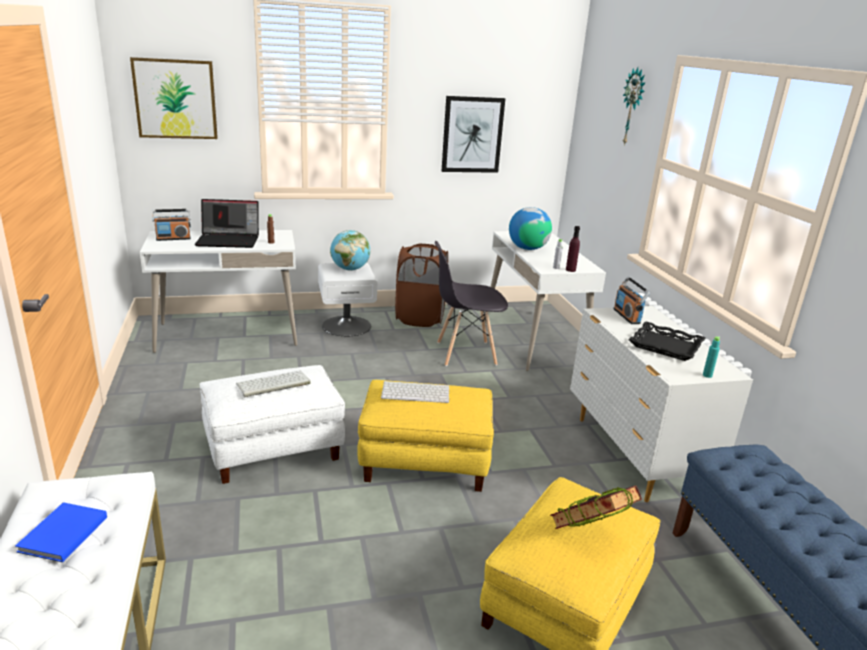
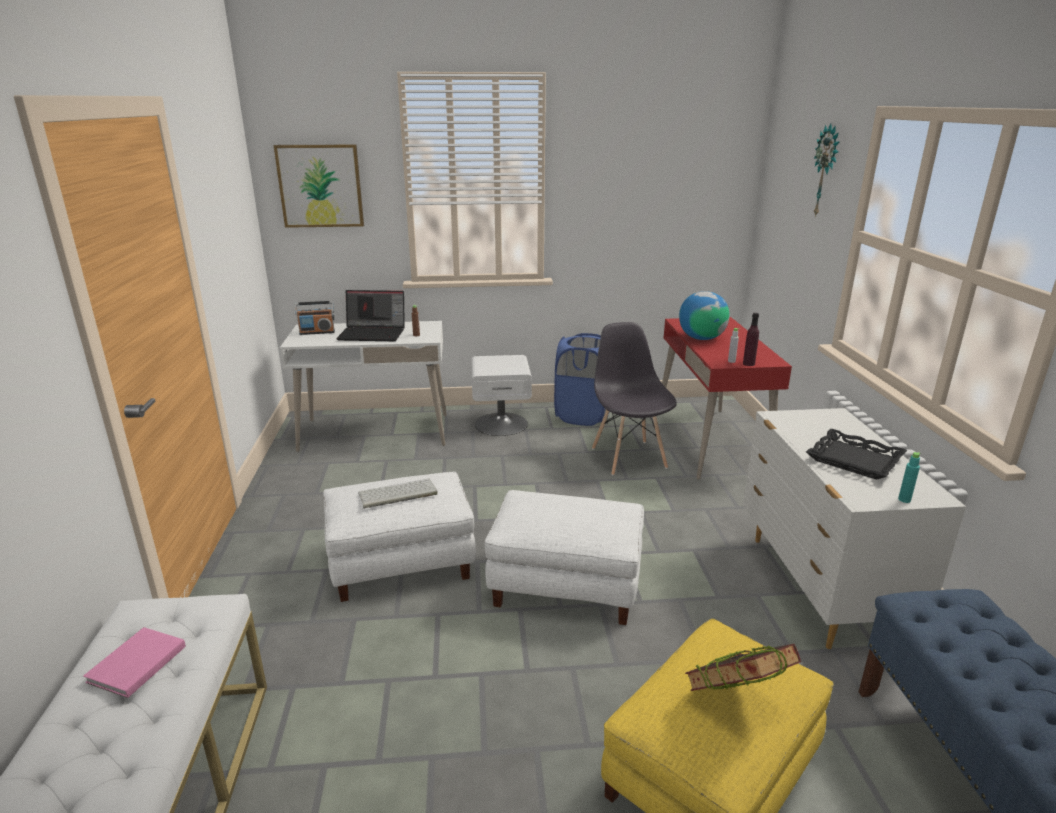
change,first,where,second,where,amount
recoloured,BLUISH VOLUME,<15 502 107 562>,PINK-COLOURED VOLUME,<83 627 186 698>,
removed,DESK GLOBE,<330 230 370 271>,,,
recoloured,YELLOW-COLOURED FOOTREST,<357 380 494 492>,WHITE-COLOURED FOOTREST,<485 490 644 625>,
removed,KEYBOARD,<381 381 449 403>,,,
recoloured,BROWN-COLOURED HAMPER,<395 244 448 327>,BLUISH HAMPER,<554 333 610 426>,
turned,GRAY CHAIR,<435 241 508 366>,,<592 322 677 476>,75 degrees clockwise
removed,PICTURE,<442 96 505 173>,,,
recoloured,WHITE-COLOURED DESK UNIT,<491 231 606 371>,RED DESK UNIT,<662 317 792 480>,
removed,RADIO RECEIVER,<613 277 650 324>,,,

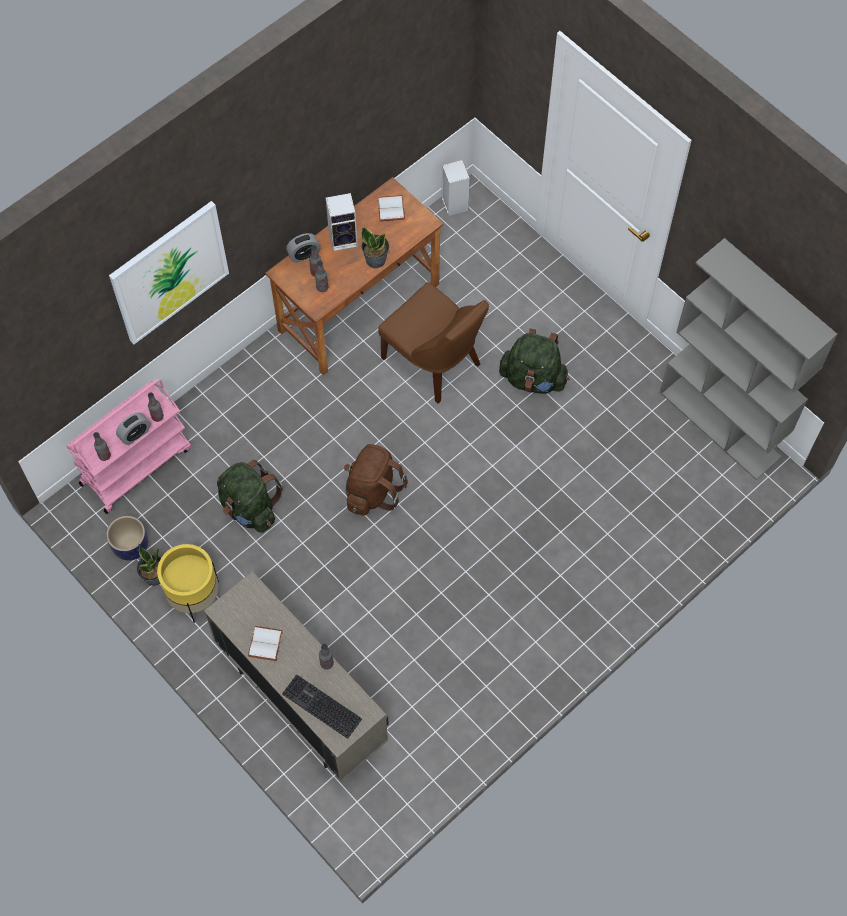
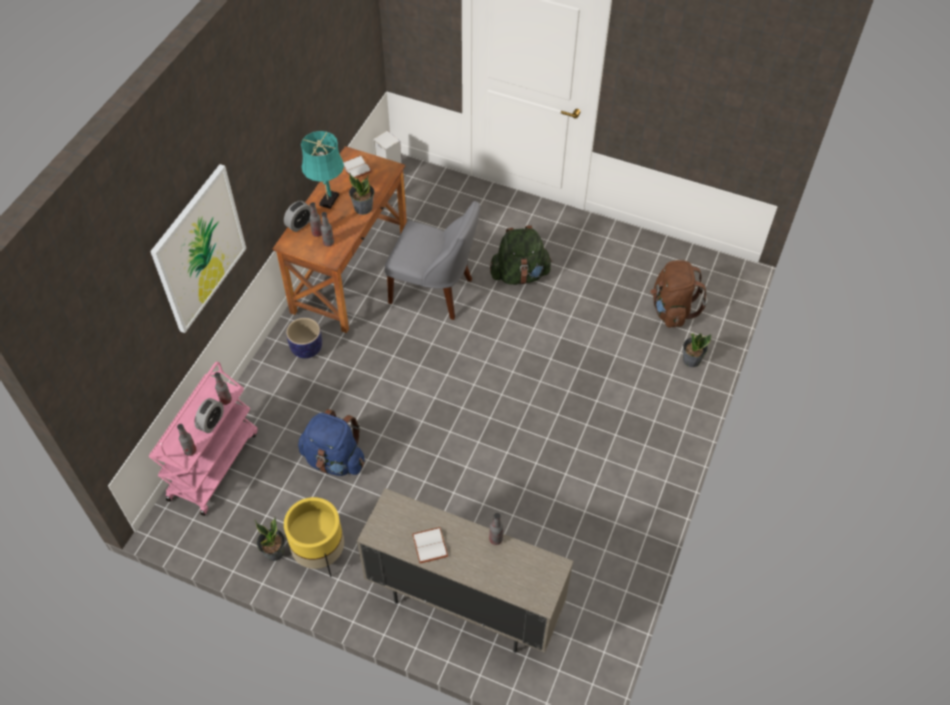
change,first,where,second,where,amount
moved,PLANTER,<106 516 148 561>,,<286 318 322 359>,
recoloured,GREEN-COLOURED RUCKSACK,<217 460 283 533>,BLUISH RUCKSACK,<298 409 365 476>,
removed,KEYBOARD,<282 674 362 739>,,,
replaced,SPEAKER,<326 193 358 251>,TURQUOISE LAMP FOR A TABLE,<301 131 344 209>,
moved,BROWN-COLOURED RUCKSACK,<344 444 408 515>,,<650 260 707 328>,
recoloured,BROWN-COLOURED CHAIR,<378 282 489 404>,GRAY CHAIR,<385 201 480 320>,
removed,GRAY SHELVING UNIT,<660 238 837 480>,,,
added,,,HOUSEPLANT,<683 333 712 368>,

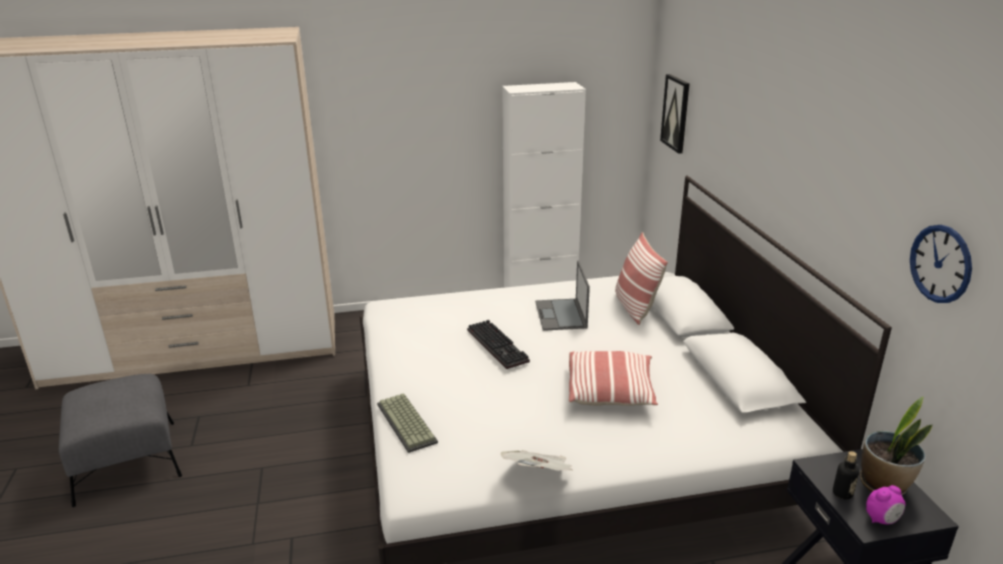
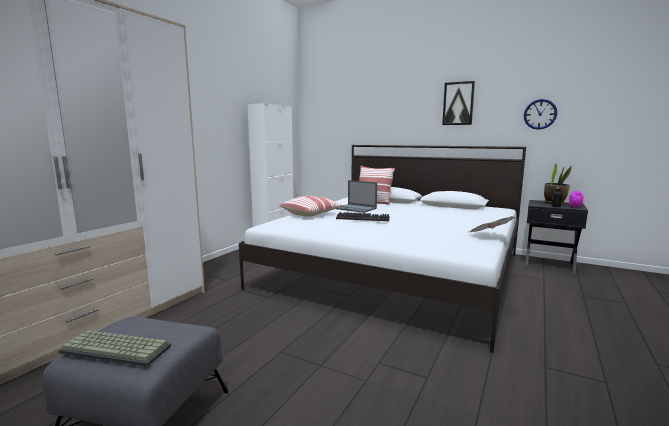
change,first,where,second,where,amount
moved,KEYBOARD,<377 393 438 453>,,<59 330 171 367>,
moved,CUSHION,<569 351 658 406>,,<279 196 342 217>,
moved,PICTURE,<660 74 690 154>,,<442 81 475 125>,

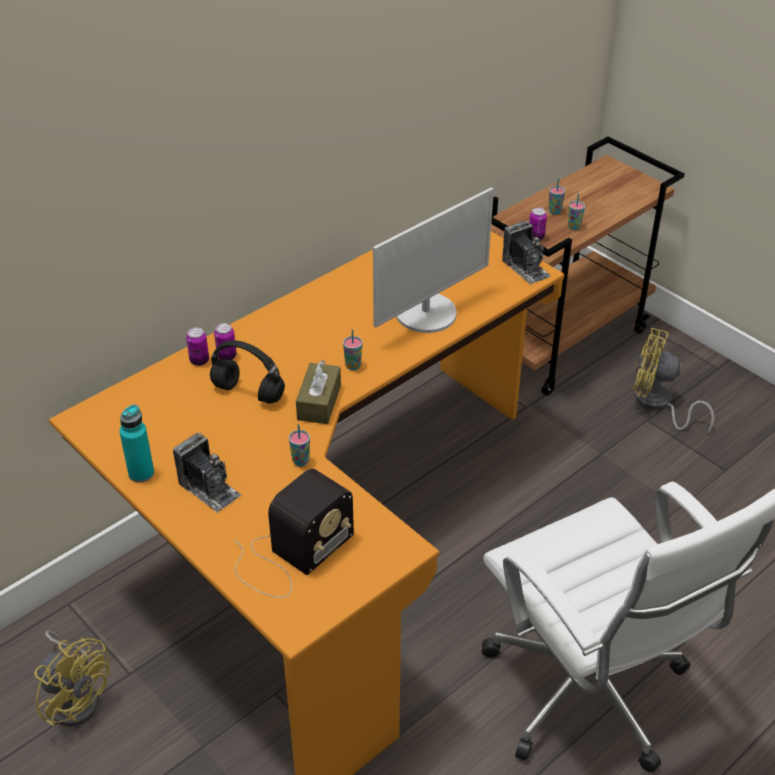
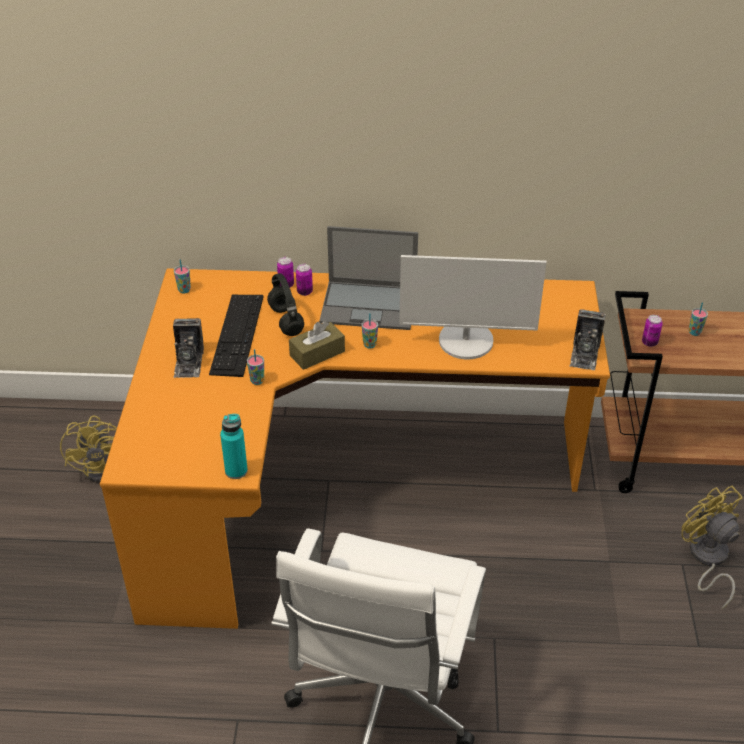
change,first,where,second,where,amount
moved,TURQUOISE BEVERAGE BOTTLE,<119 404 154 482>,,<220 414 248 479>,
removed,RADIO RECEIVER,<235 469 354 598>,,,
moved,SMALL CUP,<568 193 585 230>,,<174 259 191 293>,
added,,,KEYBOARD,<209 295 263 377>,
added,,,NOTEBOOK COMPUTER,<319 226 418 330>,

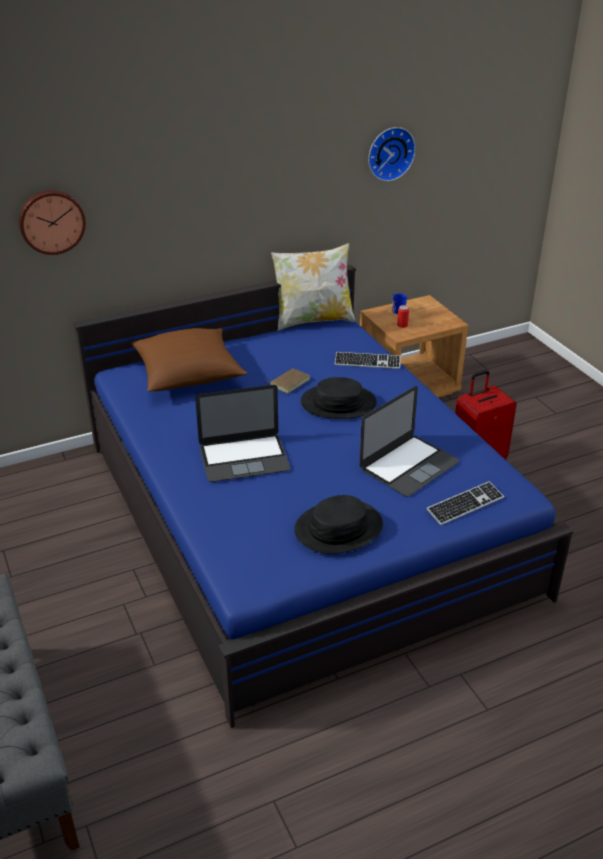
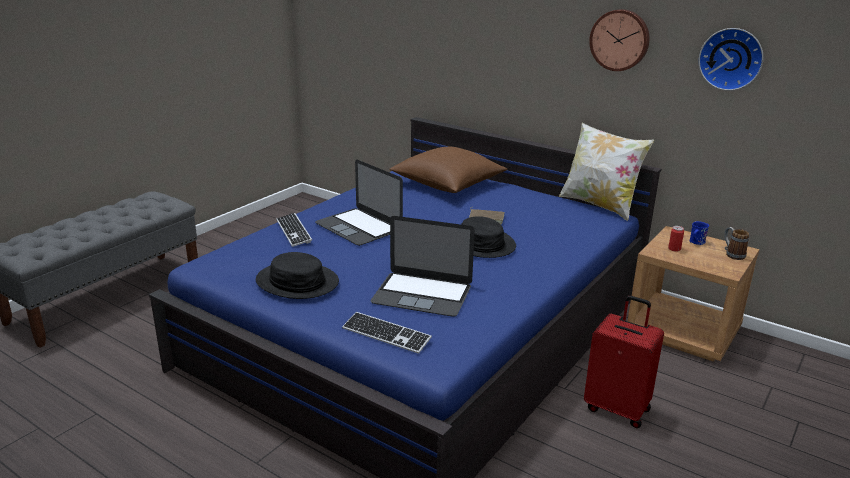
change,first,where,second,where,amount
moved,WALL CLOCK,<19 190 86 255>,,<589 9 649 71>,
moved,KEYBOARD,<335 352 401 369>,,<276 213 312 247>,
added,,,COFFEE MUG,<724 227 749 260>,

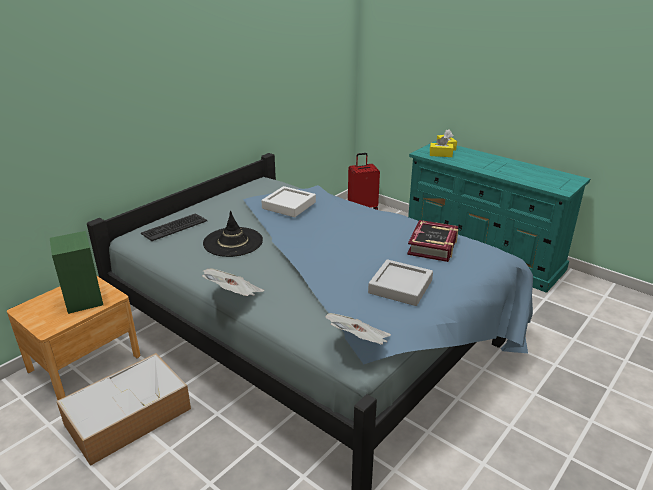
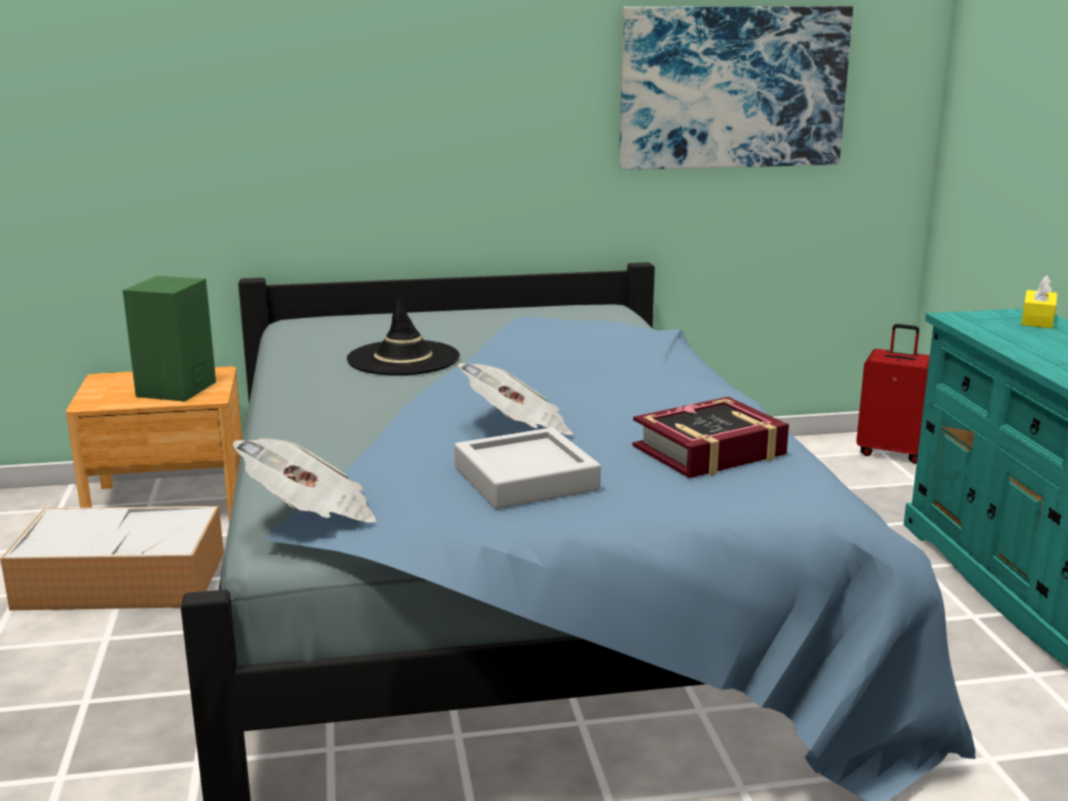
change,first,where,second,where,amount
removed,KEYBOARD,<141 213 208 241>,,,
moved,DAILY PAPER,<202 268 264 296>,,<458 363 574 435>,
removed,WHITE-COLOURED CARRYING TRAY,<261 186 316 217>,,,
removed,YELLOW-COLOURED TISSUE BOX,<430 137 453 157>,,,
added,,,PICTURE,<619 6 853 170>,

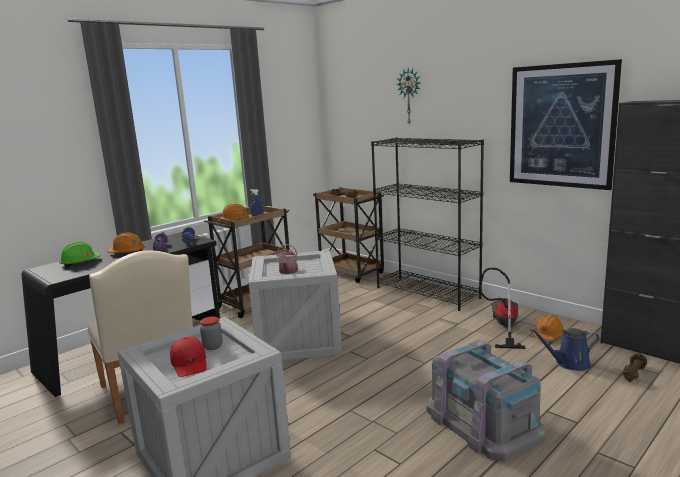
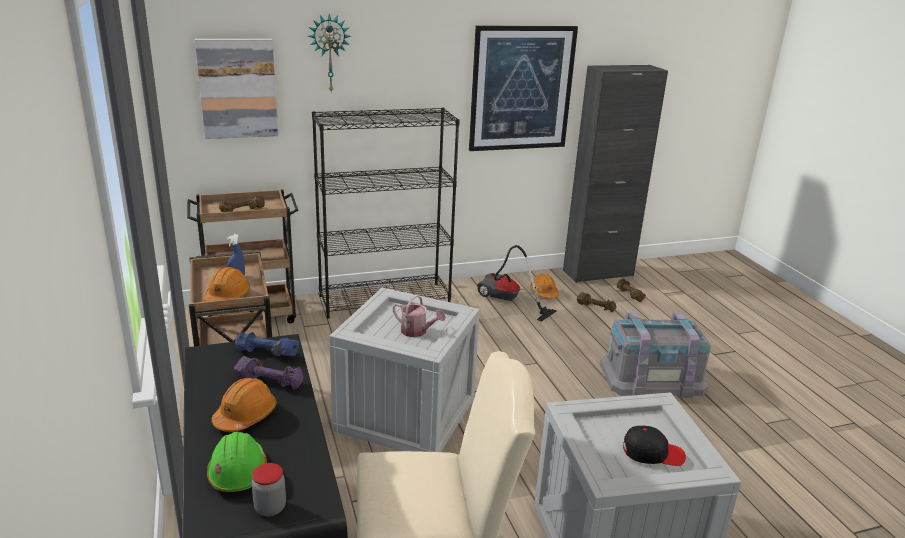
change,first,where,second,where,amount
recoloured,RED CAP,<170 337 207 377>,BLACK-COLOURED CAP,<623 425 686 466>,
moved,STORAGE JAR,<200 317 223 350>,,<251 463 286 516>,
replaced,BLUISH WATERING CAN,<530 328 600 371>,BROWN-COLOURED DUMBBELL,<576 292 616 312>,
added,,,PICTURE,<195 39 278 139>,

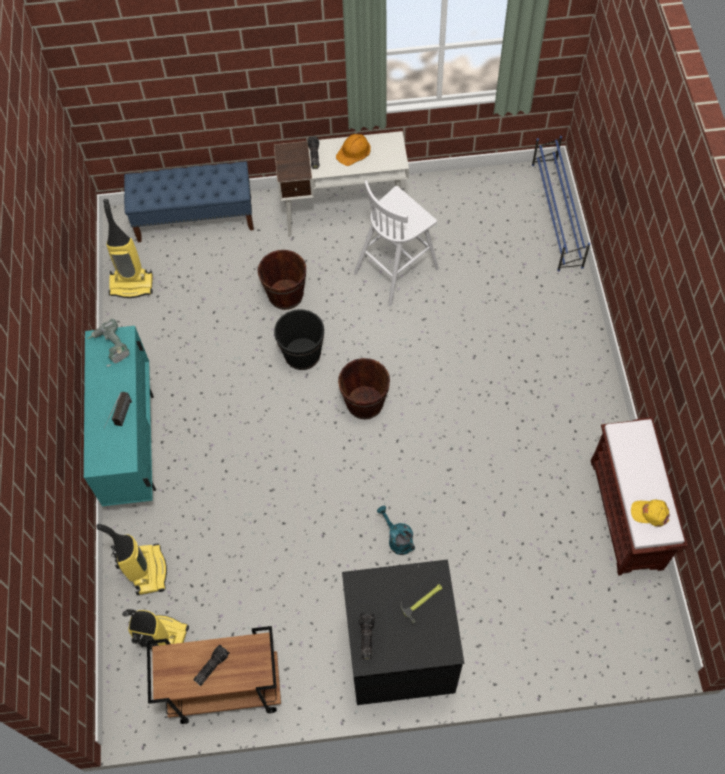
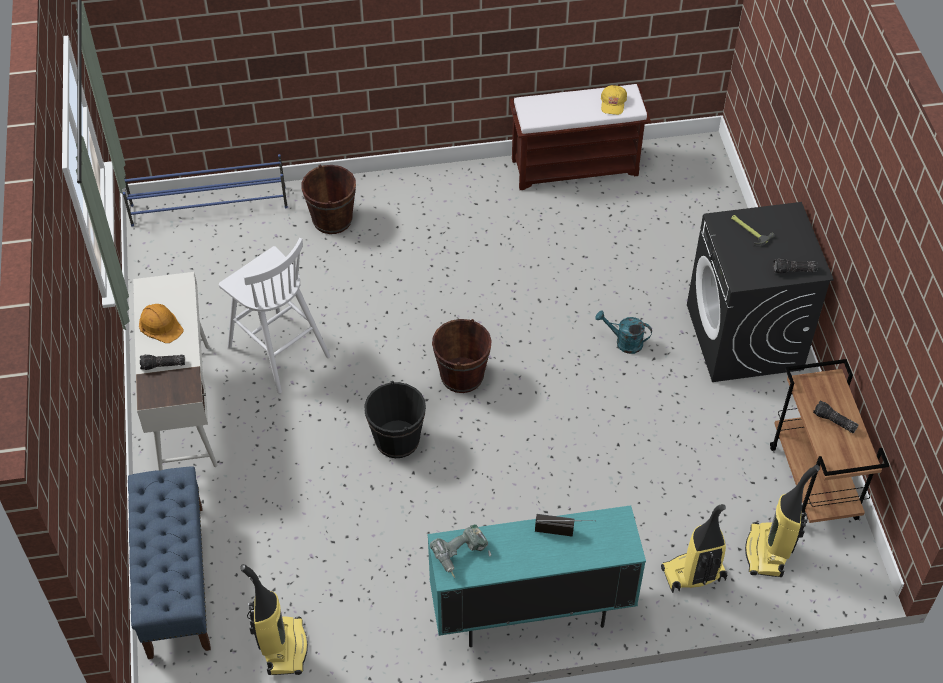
change,first,where,second,where,amount
moved,BROWN-COLOURED PAIL,<258 250 306 310>,,<301 164 356 234>,
turned,TURQUOISE WATERING CAN,<377 506 415 555>,,<595 310 652 354>,60 degrees clockwise

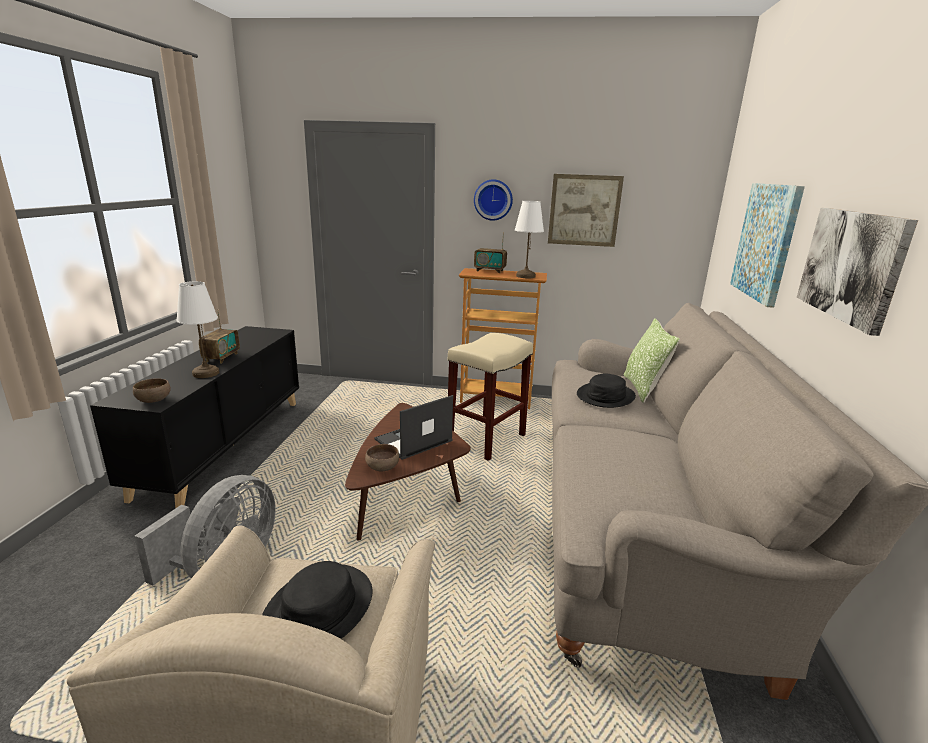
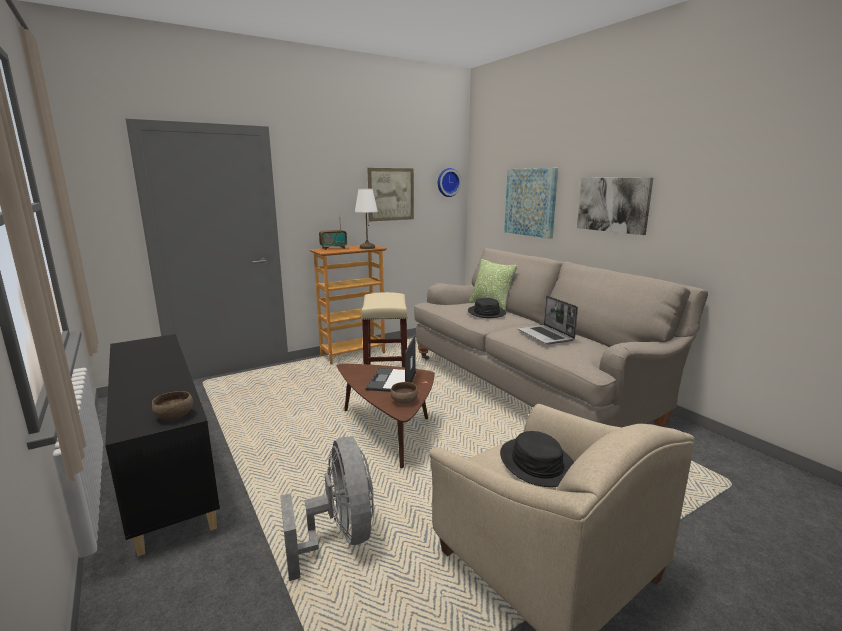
change,first,where,second,where,amount
removed,WHITE-COLOURED LAMP FOR A TABLE,<176 281 219 378>,,,
removed,RADIO RECEIVER,<199 309 240 364>,,,
moved,WALL CLOCK,<474 179 513 221>,,<438 168 461 197>,
added,,,NOTEBOOK COMPUTER,<518 295 578 344>,

